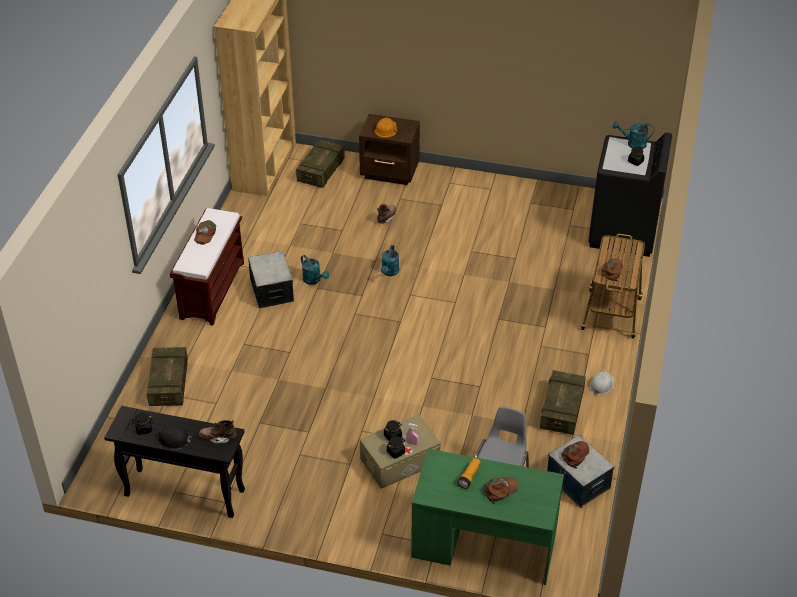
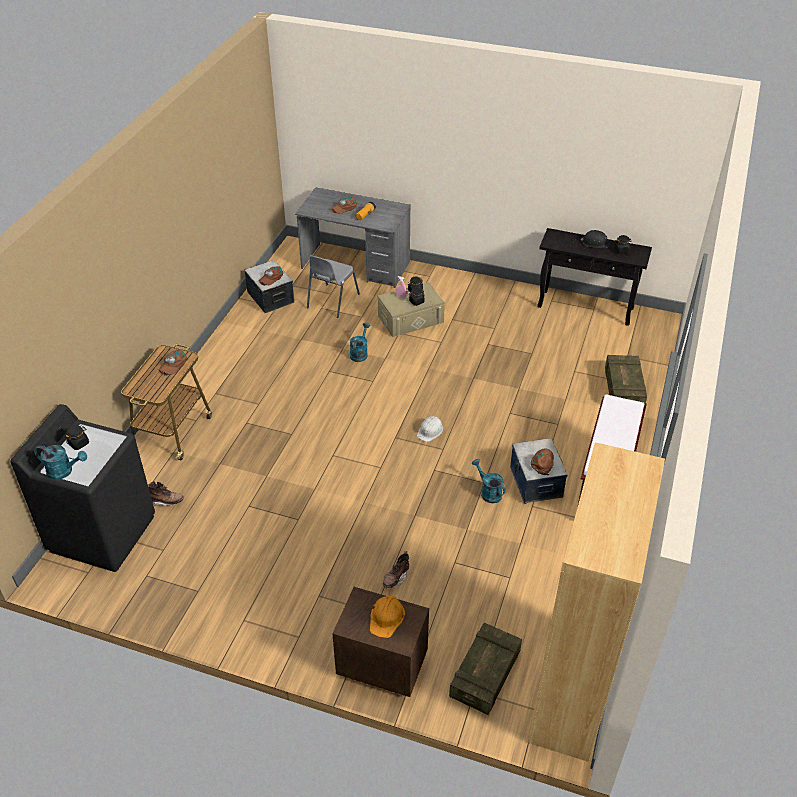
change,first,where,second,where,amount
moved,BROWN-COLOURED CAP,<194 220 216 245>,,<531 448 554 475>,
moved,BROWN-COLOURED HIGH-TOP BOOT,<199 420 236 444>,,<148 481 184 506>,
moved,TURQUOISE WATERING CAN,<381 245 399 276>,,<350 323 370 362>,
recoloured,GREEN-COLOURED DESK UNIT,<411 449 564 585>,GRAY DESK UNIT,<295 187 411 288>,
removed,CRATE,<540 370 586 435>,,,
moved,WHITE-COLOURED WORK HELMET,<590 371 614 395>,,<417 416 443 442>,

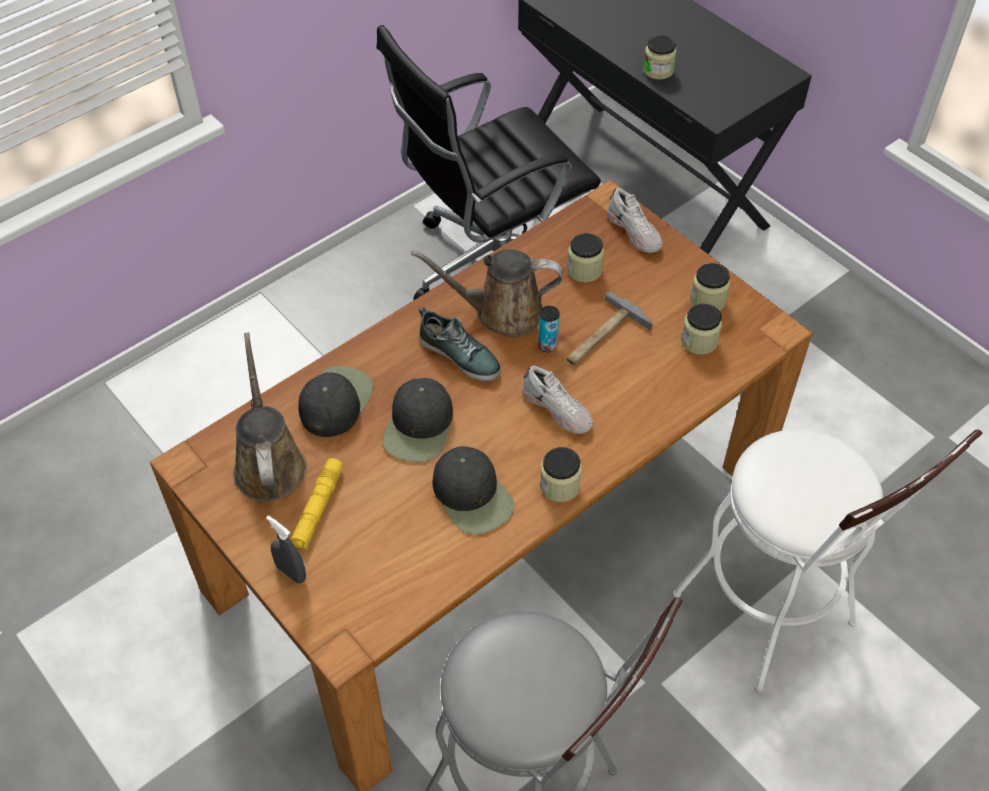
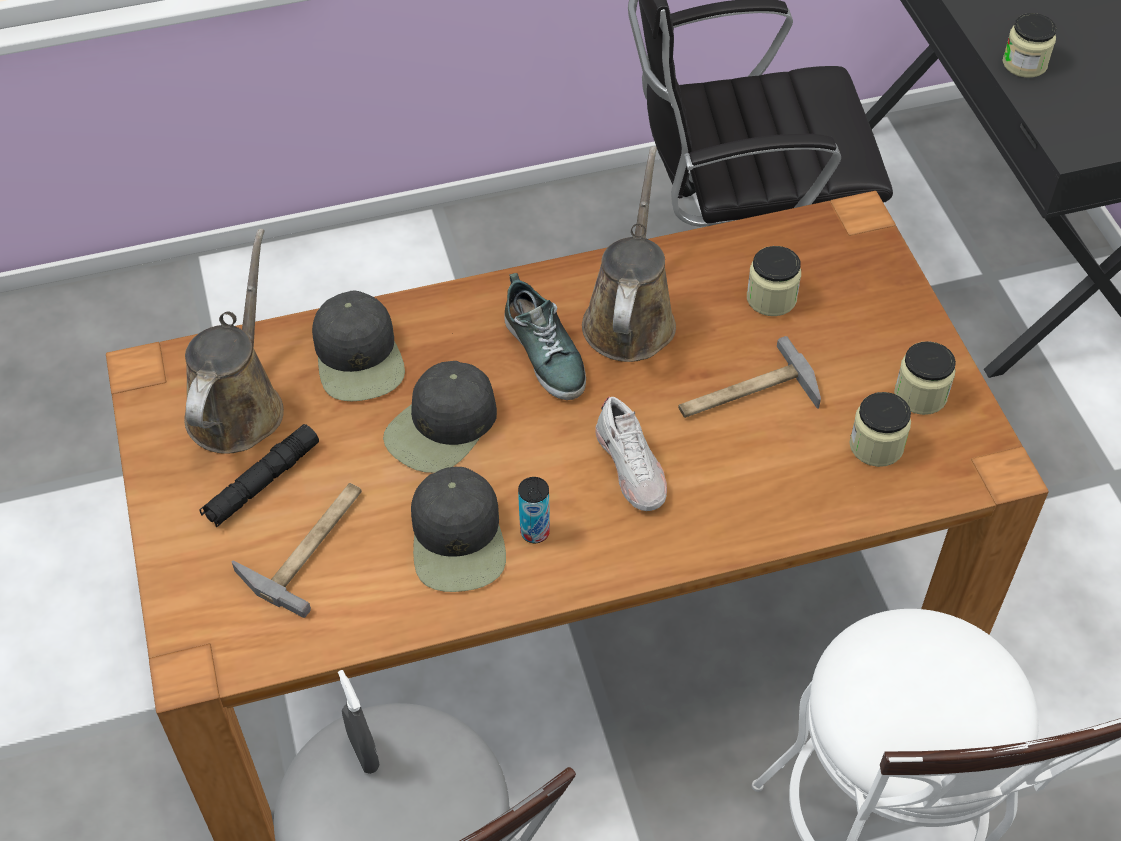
change,first,where,second,where,amount
moved,GRAY SPRAY BOTTLE,<266 515 306 584>,,<338 670 380 774>,
recoloured,YELLOW-COLOURED HAND TORCH,<291 458 343 551>,BLACK-COLOURED HAND TORCH,<199 424 319 528>,
turned,BLACK-COLOURED CAP,<298 366 374 437>,,<312 291 405 401>,120 degrees clockwise
turned,BROWN-COLOURED WATERING CAN,<411 249 562 337>,,<582 146 676 362>,75 degrees clockwise
moved,METAL CAN,<538 306 560 352>,,<518 477 550 543>,
removed,STORAGE JAR,<540 447 582 502>,,,
removed,WHITE-COLOURED ITEM OF FOOTWEAR,<607 188 662 253>,,,
added,,,HAMMER,<232 483 362 618>,

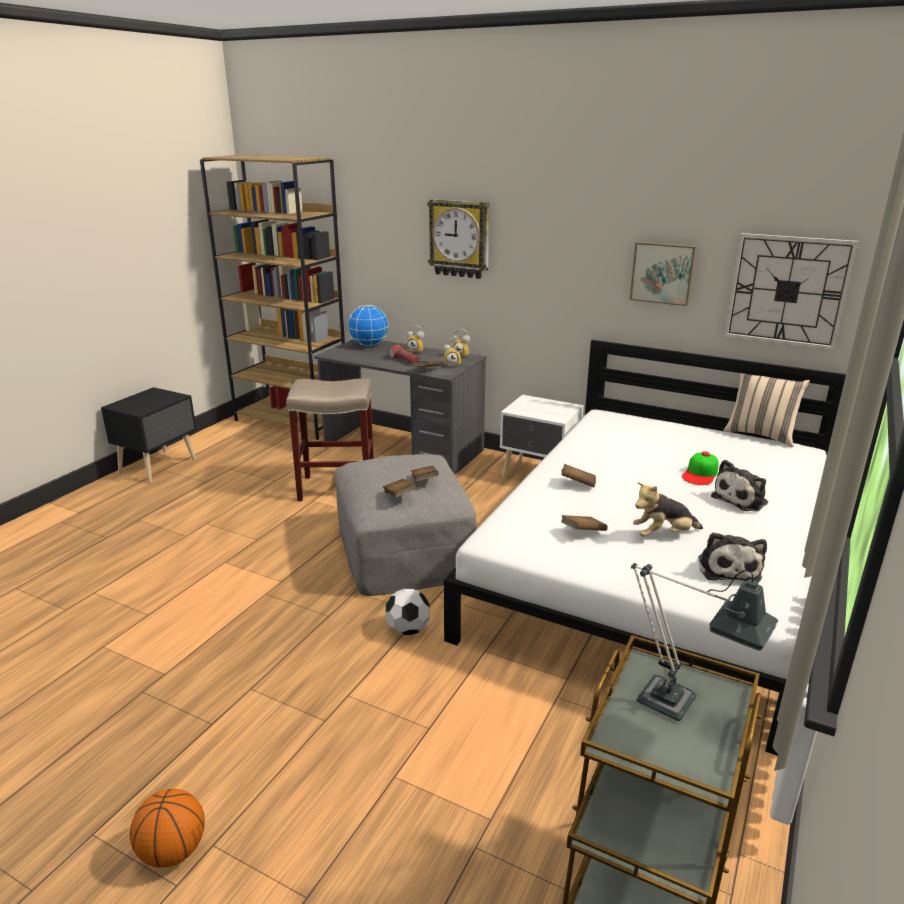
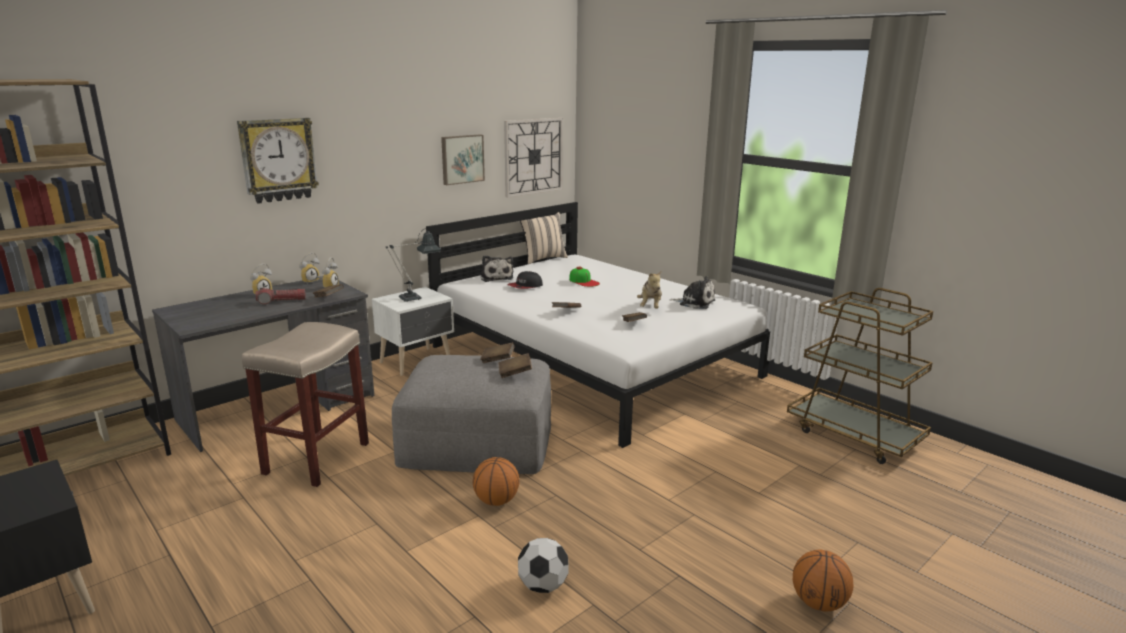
change,first,where,second,where,amount
removed,DESK GLOBE,<348 305 389 346>,,,
moved,FOOTBALL,<385 589 430 635>,,<518 538 569 593>,
moved,LAMP FOR A TABLE,<631 563 778 721>,,<386 228 441 302>,
moved,CUDDLY TOY,<711 460 768 512>,,<480 255 513 282>,
added,,,BASKETBALL,<473 457 520 506>,
added,,,CAP,<507 271 543 289>,

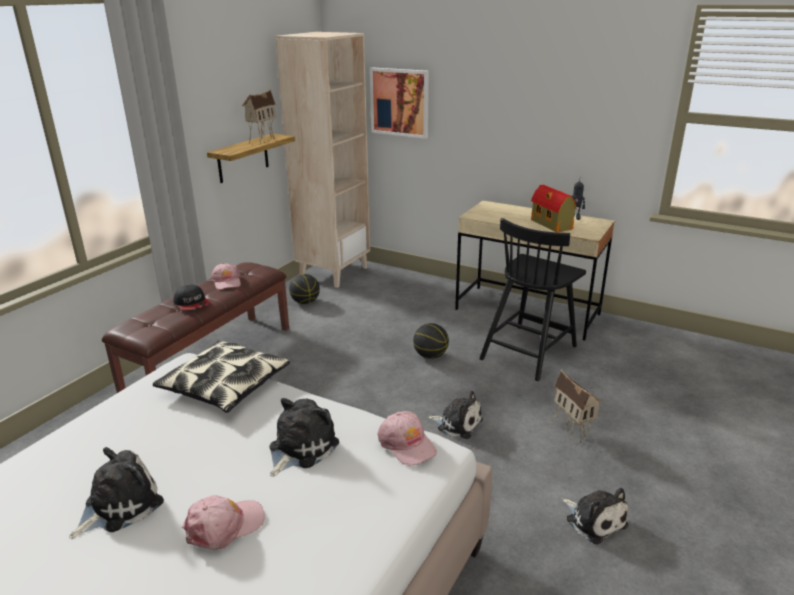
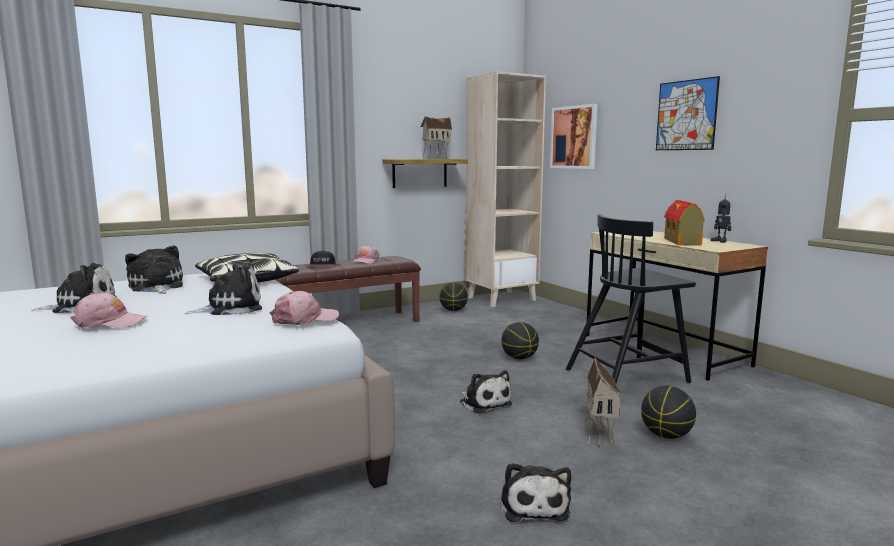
change,first,where,second,where,amount
turned,PINK-COLOURED CAP,<377 411 437 466>,,<270 291 339 325>,120 degrees counterclockwise
added,,,CUDDLY TOY,<125 245 183 294>,
added,,,BASKETBALL,<641 386 696 439>,
added,,,PICTURE,<656 76 720 150>,

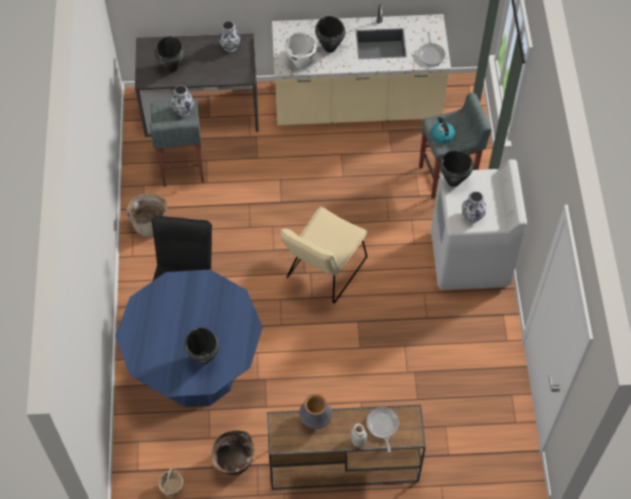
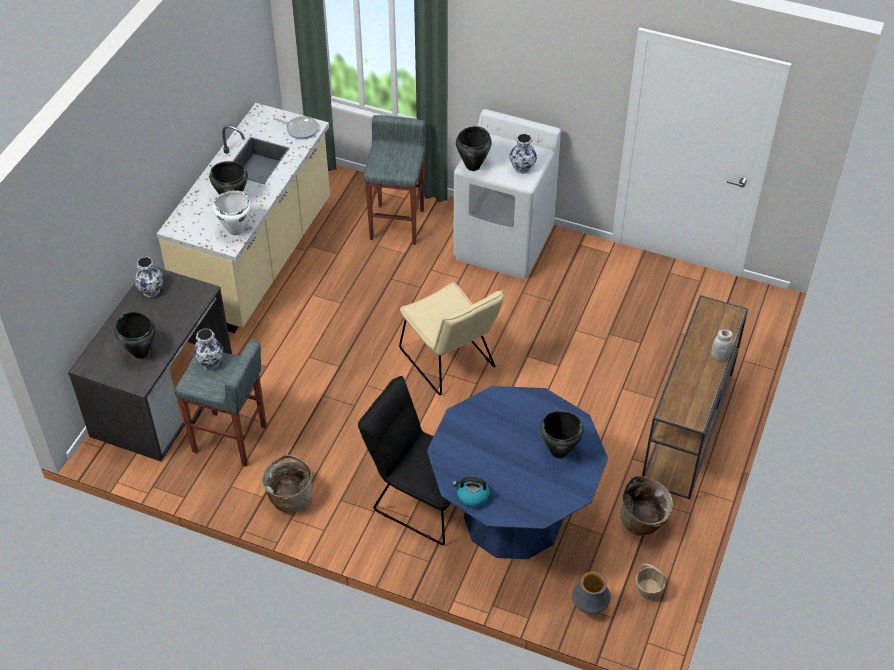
change,first,where,second,where,amount
moved,DECORATIVE VASE,<299 394 332 429>,,<572 571 611 614>,
removed,PAN,<367 407 399 453>,,,
moved,KETTLE,<431 116 455 143>,,<452 477 490 507>,

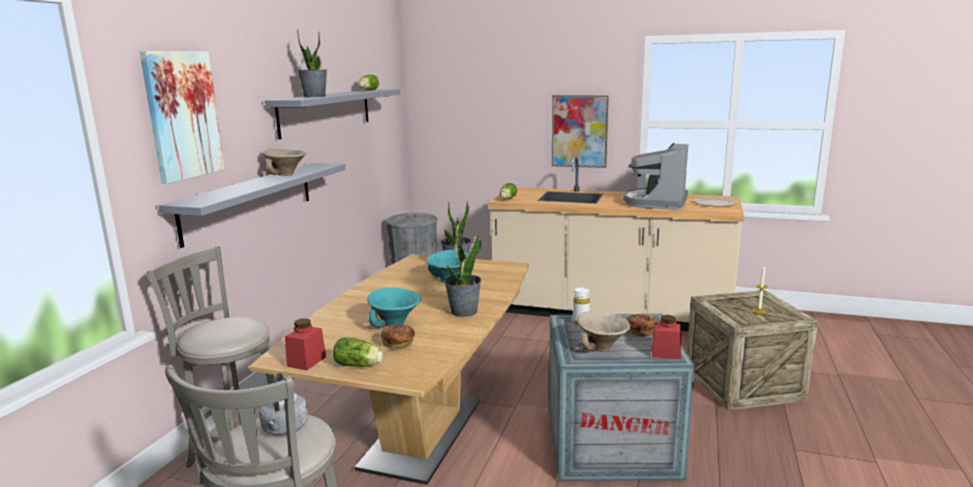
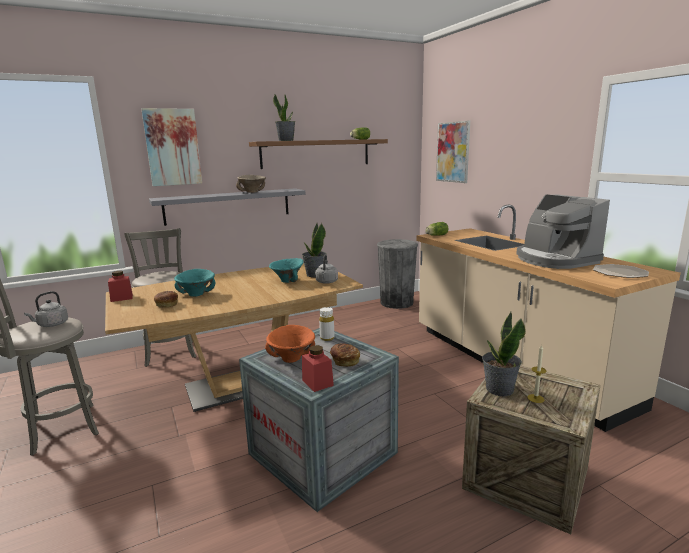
change,first,where,second,where,amount
recoloured,GRAY SHELF,<265 89 400 140>,BROWN-COLOURED SHELF,<249 139 388 169>,
removed,LETTUCE,<333 337 383 367>,,,
moved,HOUSEPLANT,<444 231 481 317>,,<482 312 526 397>,
moved,PICTURE,<552 95 609 168>,,<436 120 470 183>,
recoloured,SAND-COLOURED DEEP DISH,<577 311 630 352>,ORANGE-COLOURED DEEP DISH,<265 325 315 363>,
turned,COFFEE BREWER,<623 143 689 210>,,<516 194 610 269>,90 degrees counterclockwise
added,,,GRAY KETTLE,<315 254 338 284>,

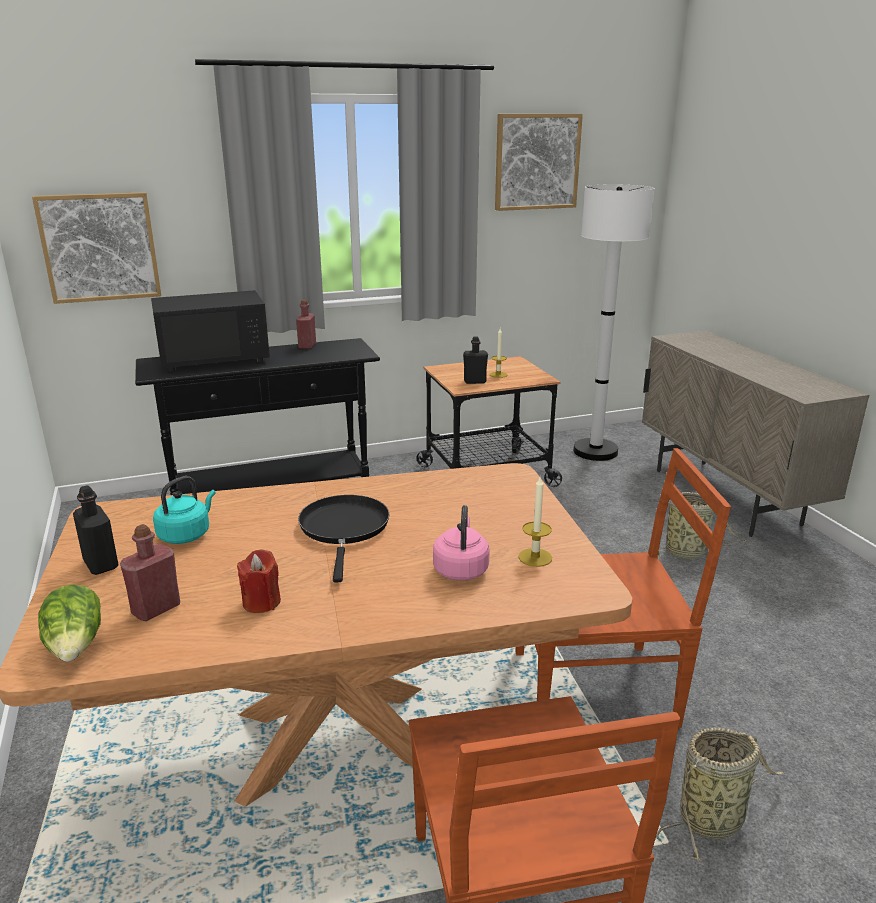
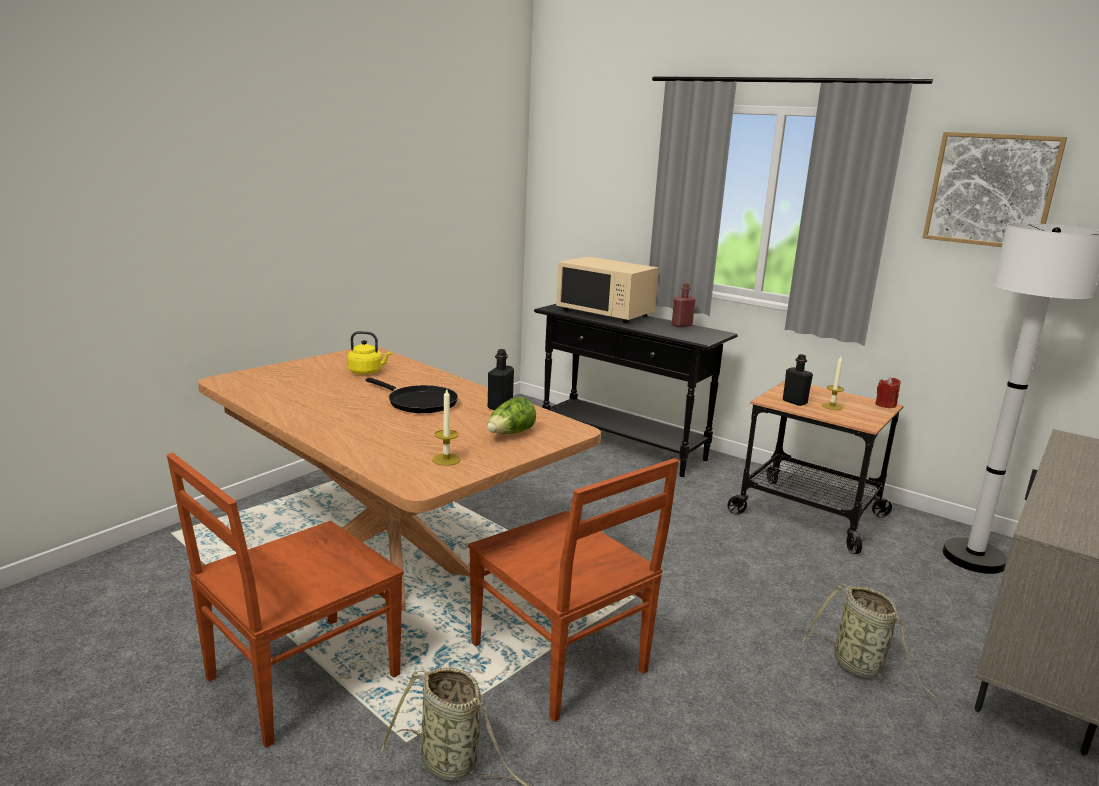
change,first,where,second,where,amount
removed,PICTURE,<32 192 161 304>,,,
moved,LETTUCE,<38 585 101 662>,,<487 397 536 434>,
moved,BLACK-COLOURED BEVERAGE BOTTLE,<73 485 119 575>,,<488 349 514 410>,
removed,RED BEVERAGE BOTTLE,<120 524 180 621>,,,
recoloured,BLACK-COLOURED KITCHEN MICROWAVE,<151 290 270 371>,SAND-COLOURED KITCHEN MICROWAVE,<556 256 659 323>,
recoloured,TURQUOISE KETTLE,<153 476 216 544>,YELLOW-COLOURED KETTLE,<347 331 391 375>,
moved,RED WAX CANDLE,<237 549 281 613>,,<875 377 900 408>,
turned,BLACK-COLOURED PAN,<298 495 390 582>,,<366 378 458 413>,75 degrees clockwise
removed,PINK-COLOURED KETTLE,<433 505 490 581>,,,

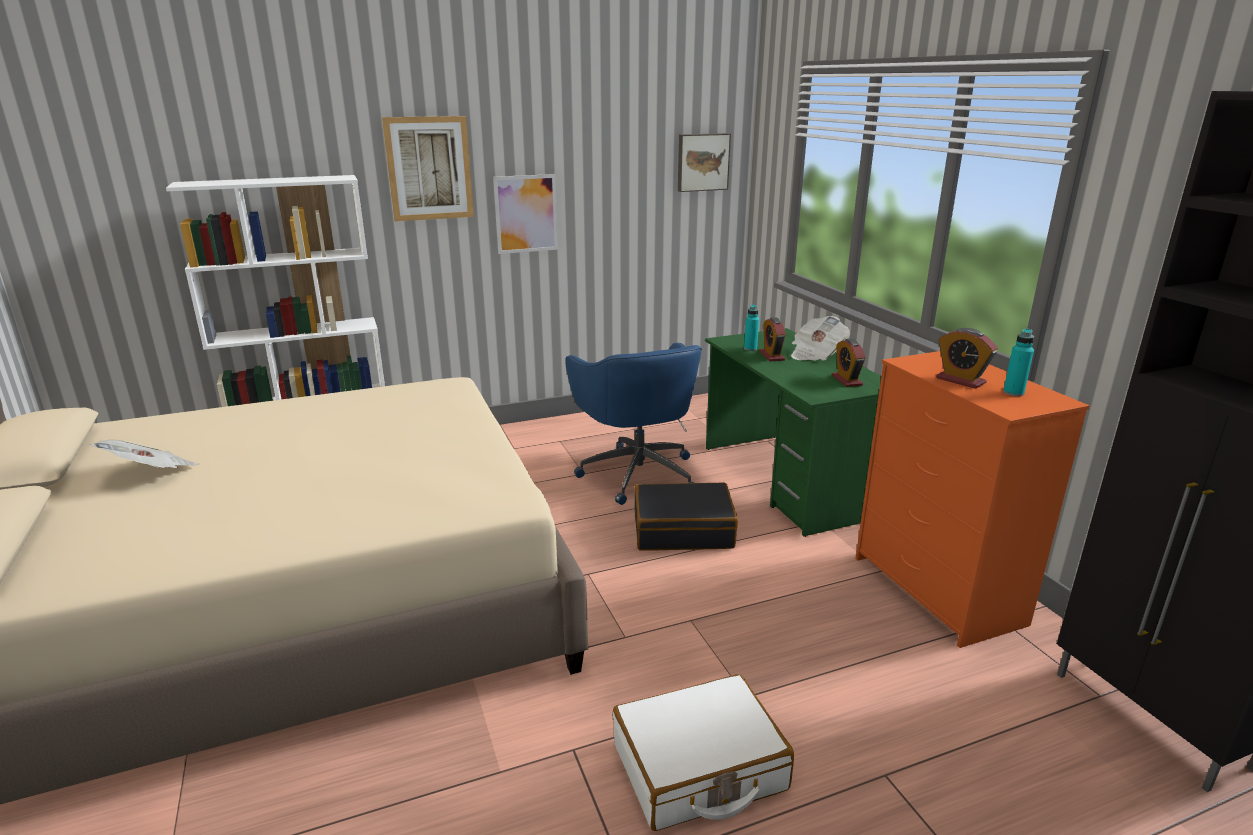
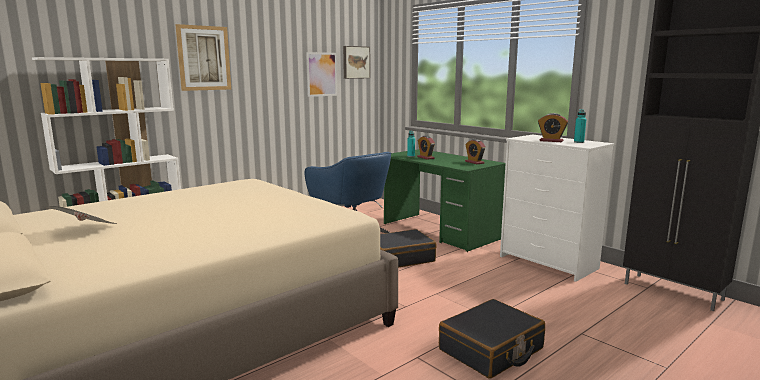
change,first,where,second,where,amount
moved,PICTURE,<493 174 558 254>,,<306 52 337 97>,
recoloured,WHITE-COLOURED TRAVEL CASE,<613 674 794 831>,BLACK-COLOURED TRAVEL CASE,<439 299 545 379>,
removed,DAILY PAPER,<791 316 850 361>,,,
recoloured,ORANGE-COLOURED DRESSER,<856 351 1090 648>,WHITE-COLOURED DRESSER,<500 135 614 282>,

